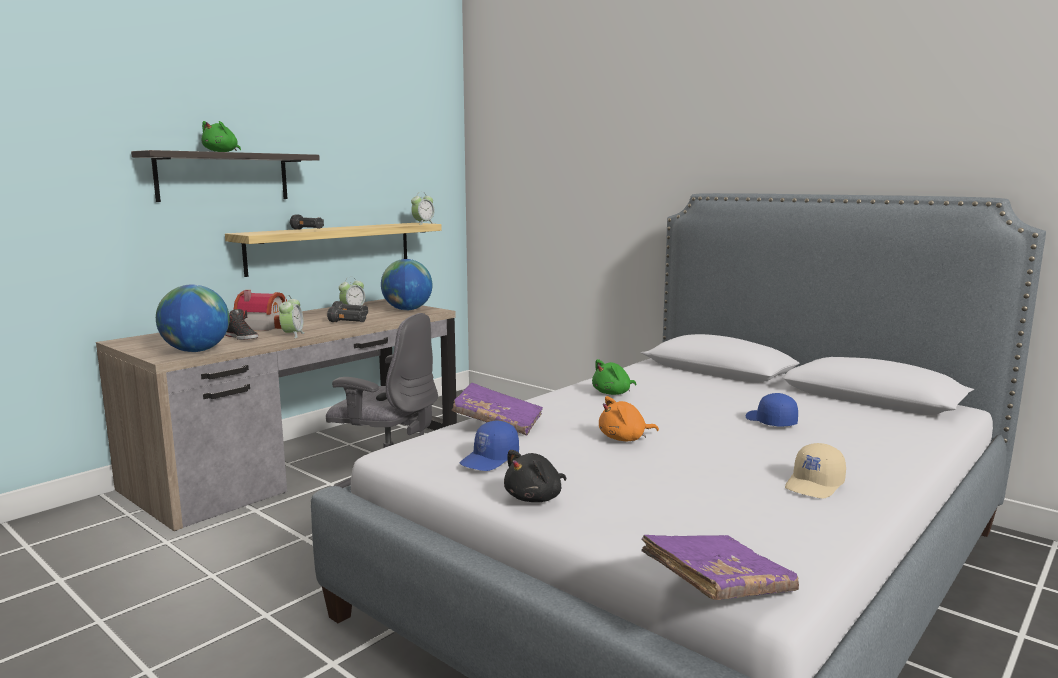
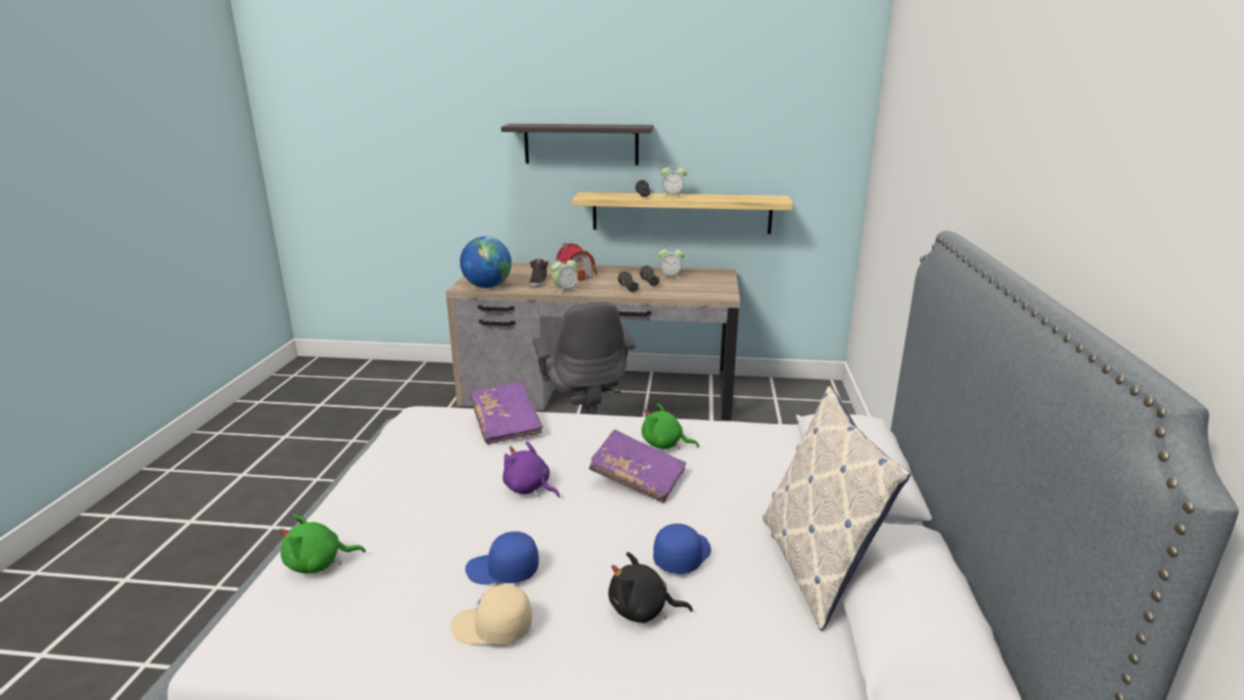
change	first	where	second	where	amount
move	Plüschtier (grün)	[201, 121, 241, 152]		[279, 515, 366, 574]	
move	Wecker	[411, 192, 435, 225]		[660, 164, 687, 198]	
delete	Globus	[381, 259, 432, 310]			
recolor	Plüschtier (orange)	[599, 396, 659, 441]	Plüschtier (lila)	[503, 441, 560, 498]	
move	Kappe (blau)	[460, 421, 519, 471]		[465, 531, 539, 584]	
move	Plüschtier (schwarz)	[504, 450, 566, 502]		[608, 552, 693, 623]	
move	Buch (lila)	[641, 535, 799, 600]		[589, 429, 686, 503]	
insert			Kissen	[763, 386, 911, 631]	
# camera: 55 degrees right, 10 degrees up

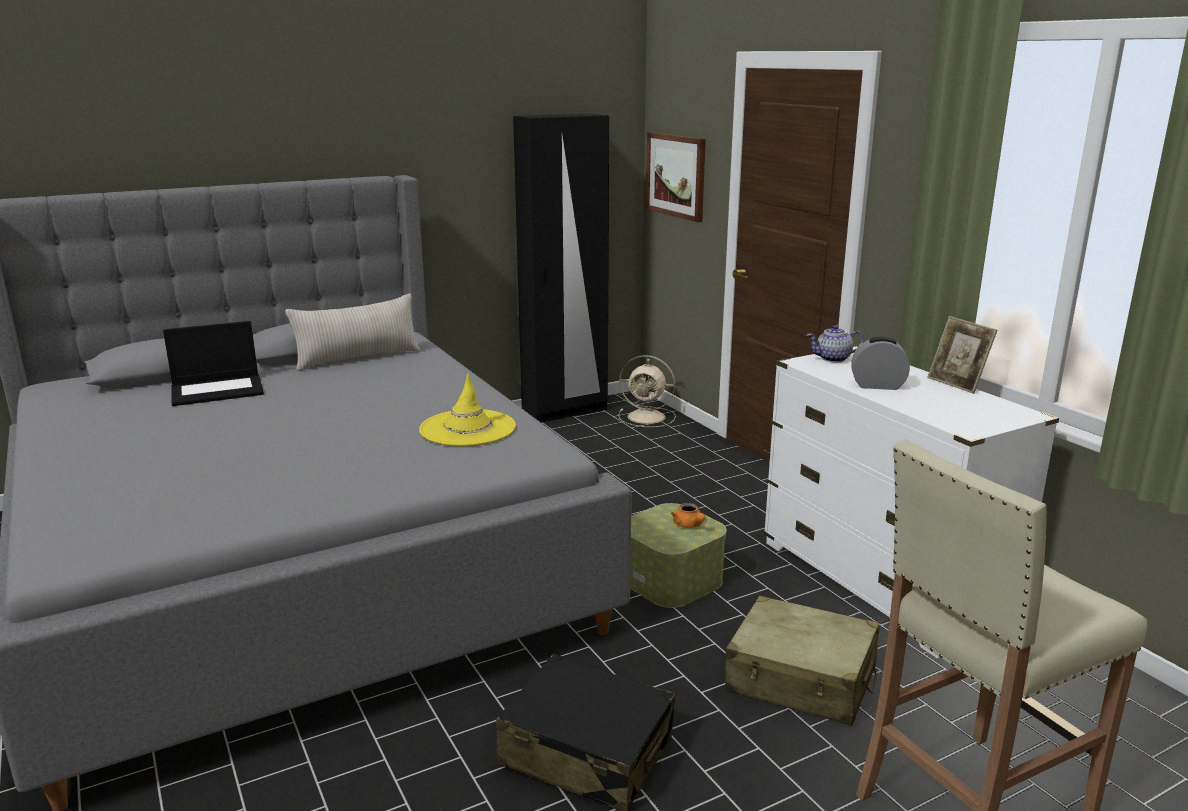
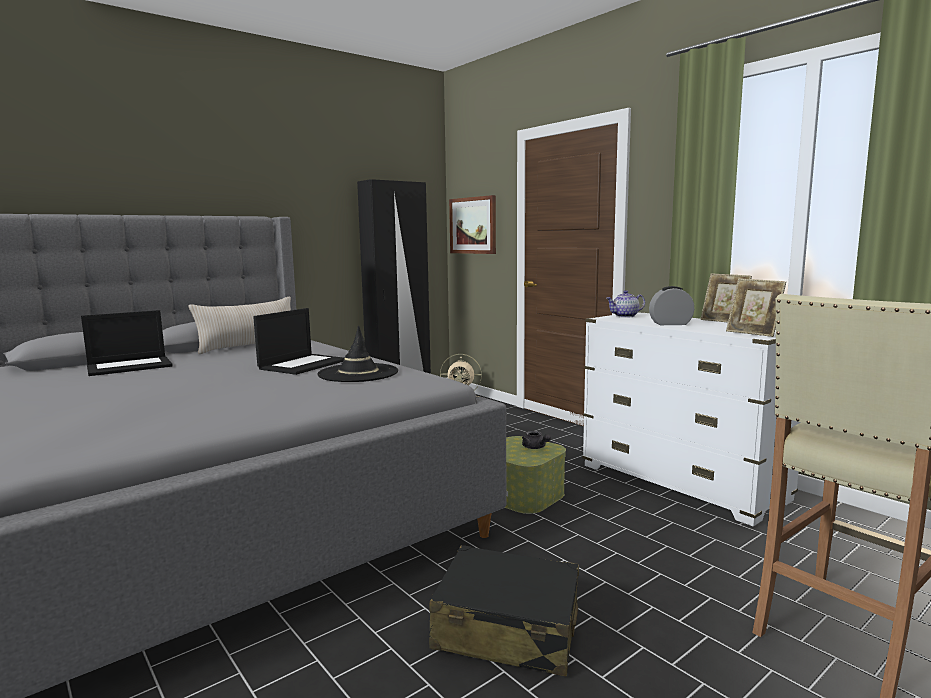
change	first	where	second	where	amount
recolor	Hut (gelb)	[419, 373, 516, 446]	Hut (schwarz)	[317, 325, 398, 382]	
recolor	Teekanne (orange)	[671, 503, 705, 528]	Teekanne (grau)	[522, 431, 551, 449]	
delete	Koffer (beige)	[725, 596, 879, 726]			
insert			Bilderrahmen	[726, 278, 786, 337]	
insert			Laptop	[253, 308, 344, 375]	
# camera: 10 degrees left, 10 degrees down

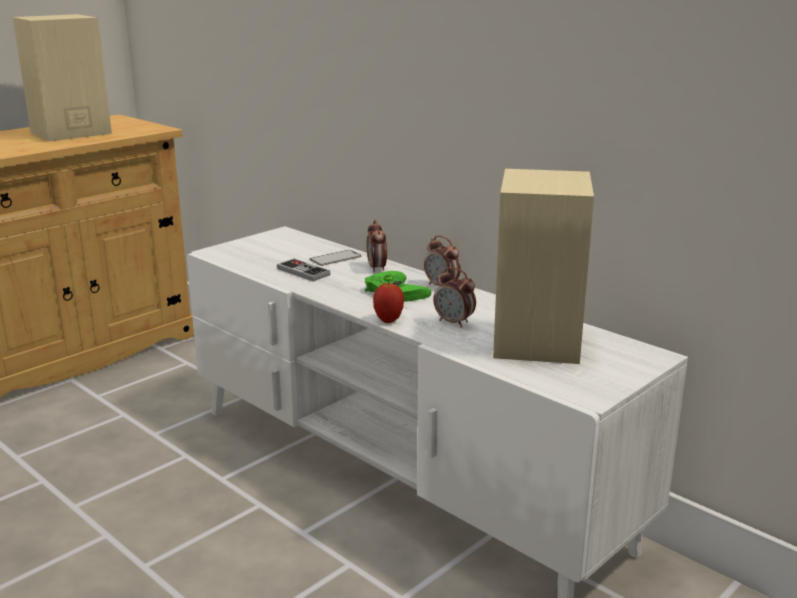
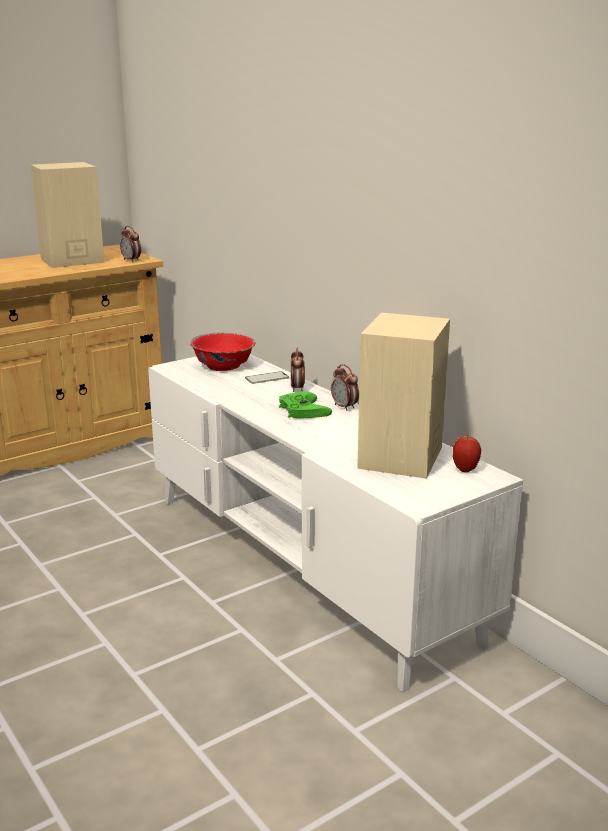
change	first	where	second	where	amount
delete	Gamepad	[277, 259, 330, 281]			
move	Wecker	[433, 267, 476, 328]		[120, 226, 141, 262]	
move	Apfel	[373, 281, 404, 323]		[453, 436, 481, 472]	
insert			Schüssel (rot)	[190, 332, 256, 371]	
# camera: 10 degrees right, 0 degrees up

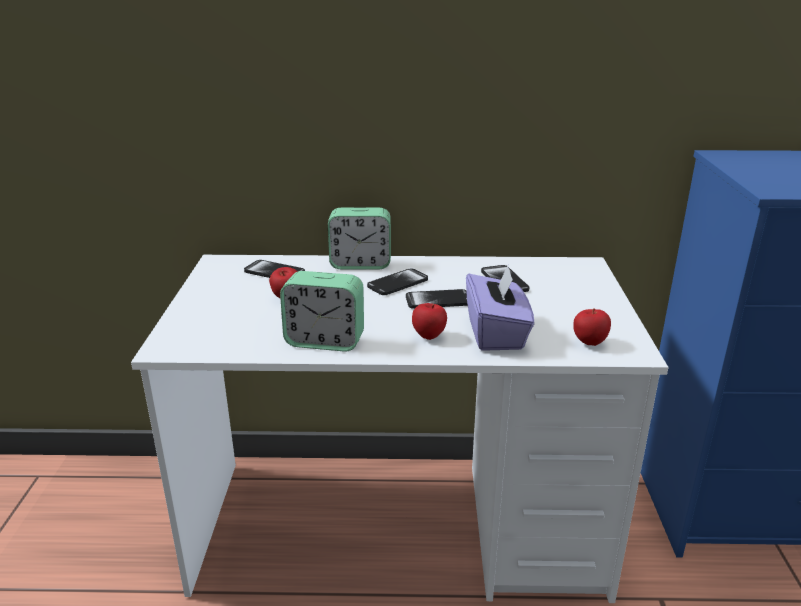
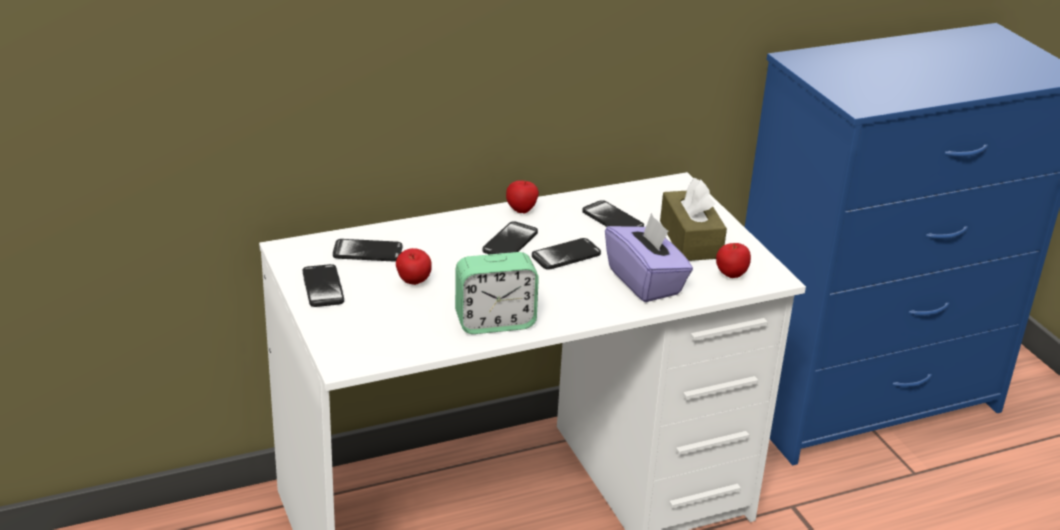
change	first	where	second	where	amount
delete	Wecker	[328, 208, 391, 269]			
move	Apfel	[412, 303, 447, 340]		[506, 181, 539, 213]	
insert			Taschentuchbox (braun)	[660, 178, 727, 261]	
insert			Handy	[303, 264, 344, 307]	
# camera: 25 degrees left, 5 degrees up

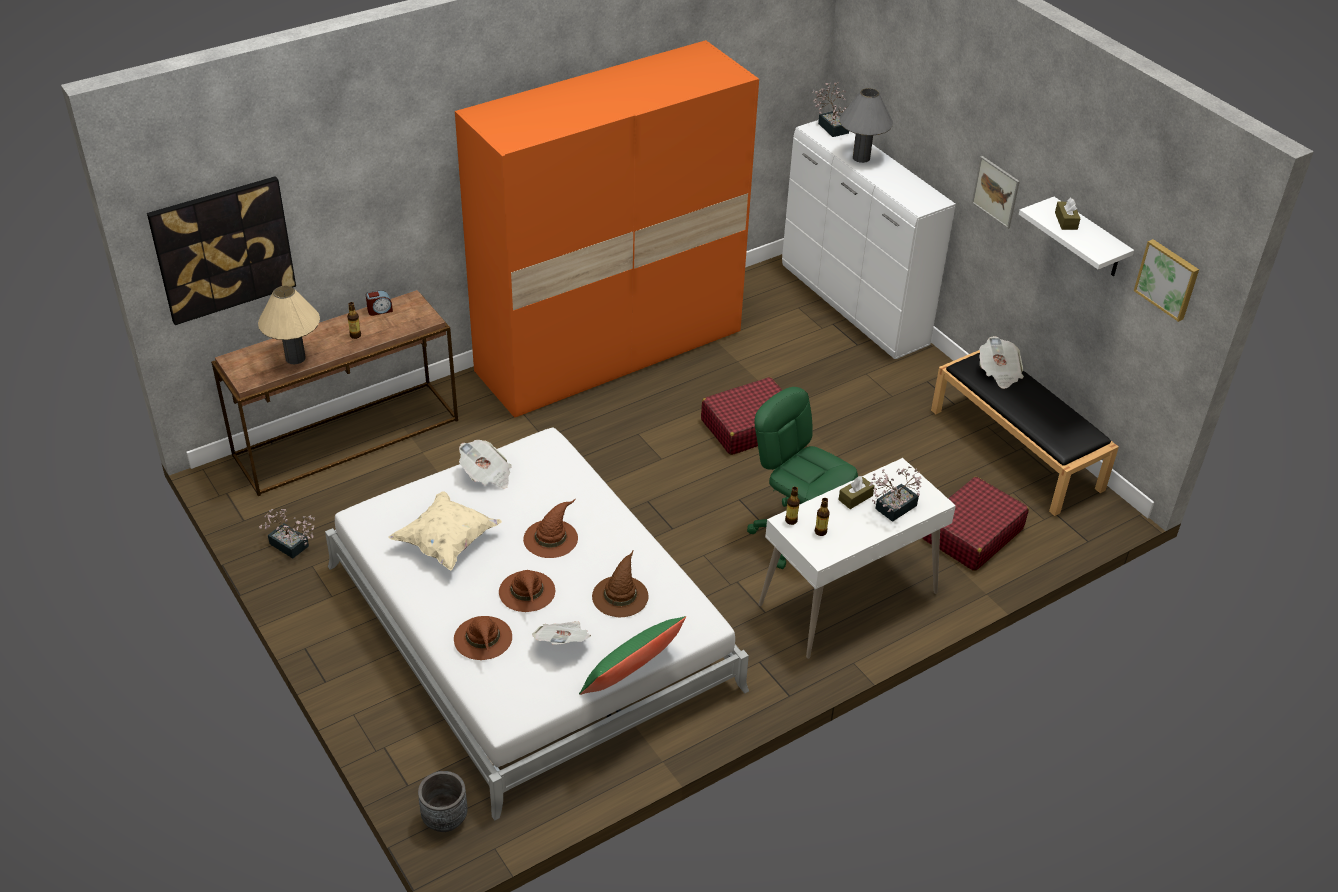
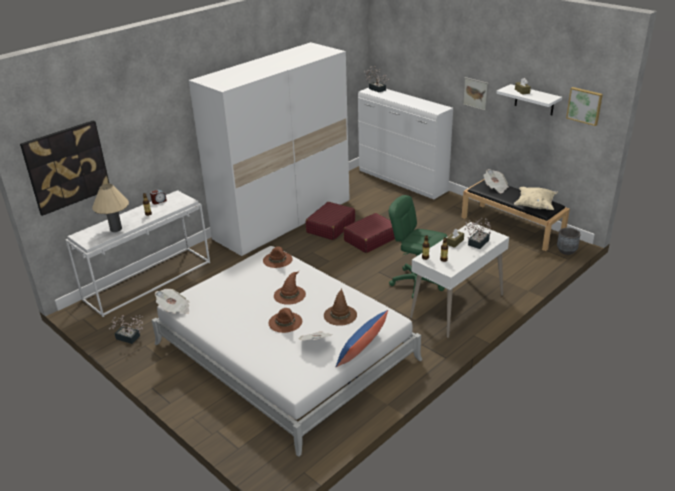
change	first	where	second	where	amount
recolor	Kleiderschrank (orange)	[455, 40, 759, 418]	Kleiderschrank (weiß)	[189, 42, 350, 256]	
delete	Tischlampe (grau)	[839, 88, 893, 163]			
recolor	Konsolentisch (braun)	[211, 290, 458, 496]	Konsolentisch (weiß)	[65, 190, 210, 317]	
move	Zeitung	[459, 440, 512, 488]		[155, 289, 189, 314]	
move	Koffer (rot)	[923, 477, 1029, 571]		[306, 202, 355, 240]	
move	Kissen (beige)	[389, 492, 502, 571]		[514, 186, 558, 210]	
move	Hut (braun)	[454, 616, 512, 660]		[263, 246, 293, 268]	
recolor	Kissen (grün)	[579, 616, 686, 695]	Kissen (blau)	[336, 310, 388, 367]	
move	Pflanzkübel (grau)	[418, 771, 468, 832]		[557, 228, 580, 255]	
# camera: 10 degrees left, 10 degrees down

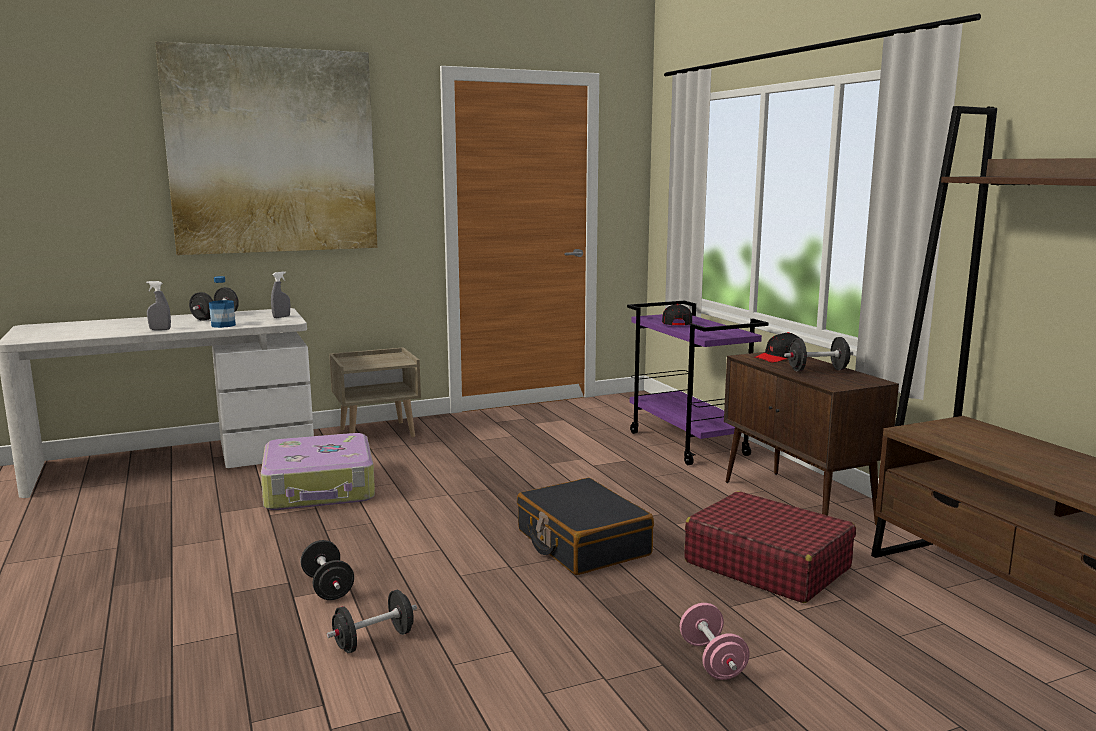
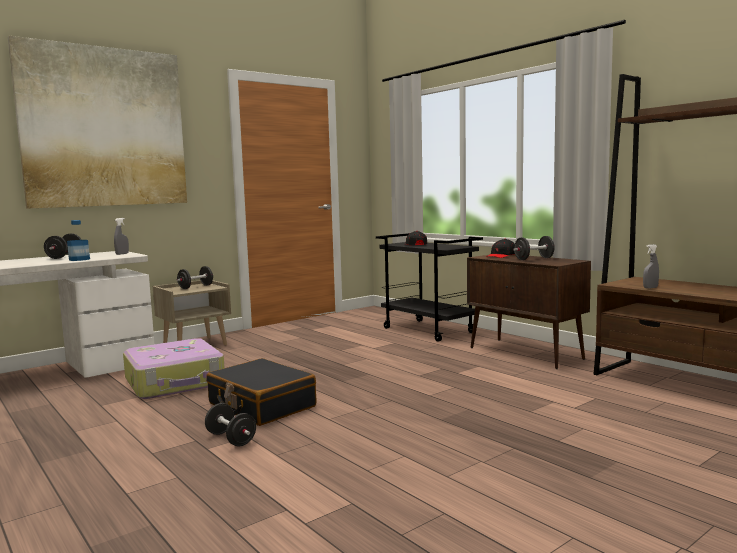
change	first	where	second	where	amount
move	Sprühflasche (grau)	[146, 281, 171, 330]		[643, 244, 659, 289]	
recolor	Rollwagen (lila)	[627, 300, 768, 465]	Rollwagen (schwarz)	[376, 233, 483, 342]	
move	Koffer (schwarz)	[517, 478, 654, 575]		[206, 358, 316, 426]	
delete	Koffer (rot)	[684, 491, 856, 603]			
move	Hantel (schwarz)	[327, 590, 417, 653]		[177, 266, 213, 289]	
delete	Hantel (rosa)	[680, 603, 750, 680]			
# camera: 15 degrees left, 5 degrees down

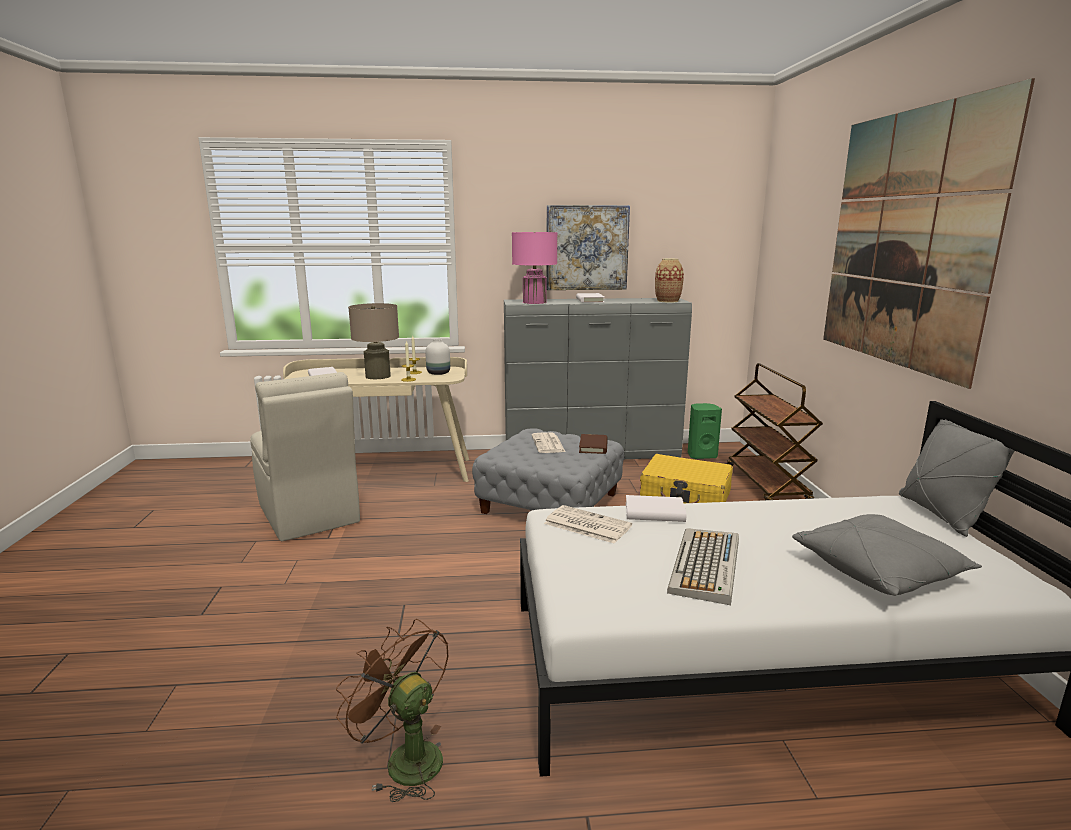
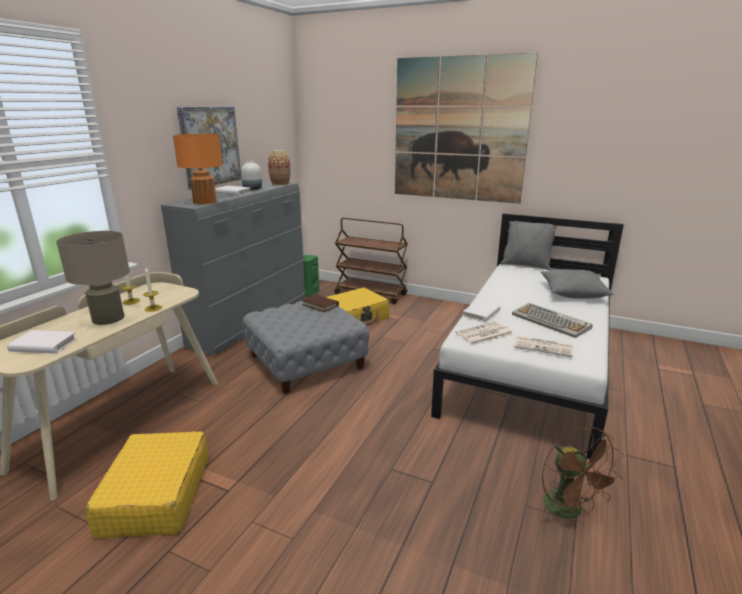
change	first	where	second	where	amount
recolor	Tischlampe (rosa)	[512, 232, 557, 304]	Tischlampe (orange)	[173, 134, 223, 204]	
move	Vase (weiß)	[425, 339, 450, 375]		[241, 161, 262, 190]	
replace	Stuhl (beige)	[250, 372, 360, 541]	Koffer (gelb)	[85, 431, 208, 538]	
move	Zeitung	[531, 432, 566, 453]		[514, 336, 573, 357]	
rotate	Ventilator (braun)	[336, 619, 448, 802]		[542, 427, 624, 524]	90 degrees counterclockwise
# camera: 60 degrees left, 5 degrees up

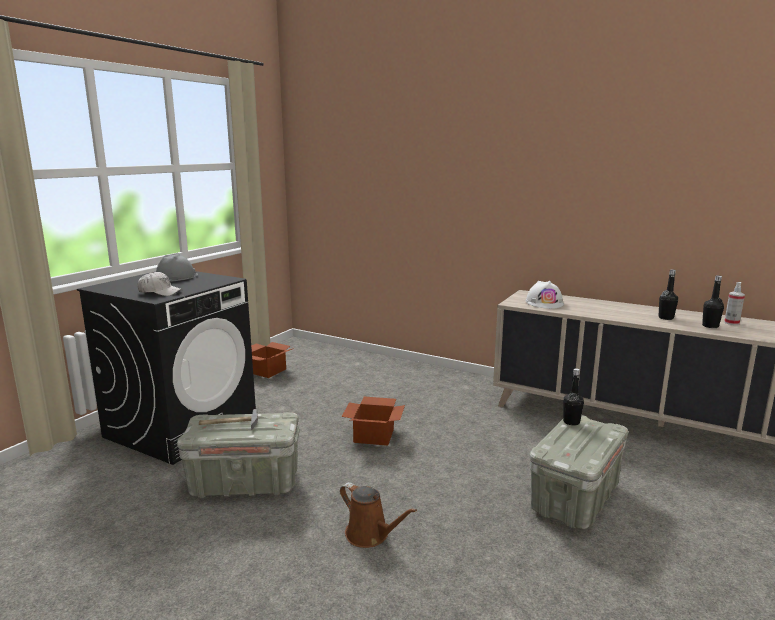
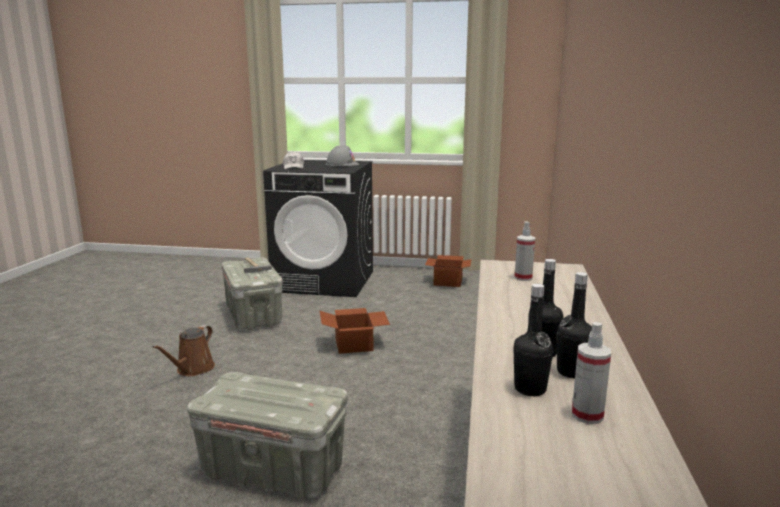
change	first	where	second	where	amount
replace	Schutzhelm (weiß)	[526, 281, 564, 309]	Sprühflasche	[515, 221, 535, 281]	
move	Flasche (schwarz)	[563, 368, 584, 426]		[557, 272, 592, 379]	
# camera: 70 degrees right, 0 degrees up

